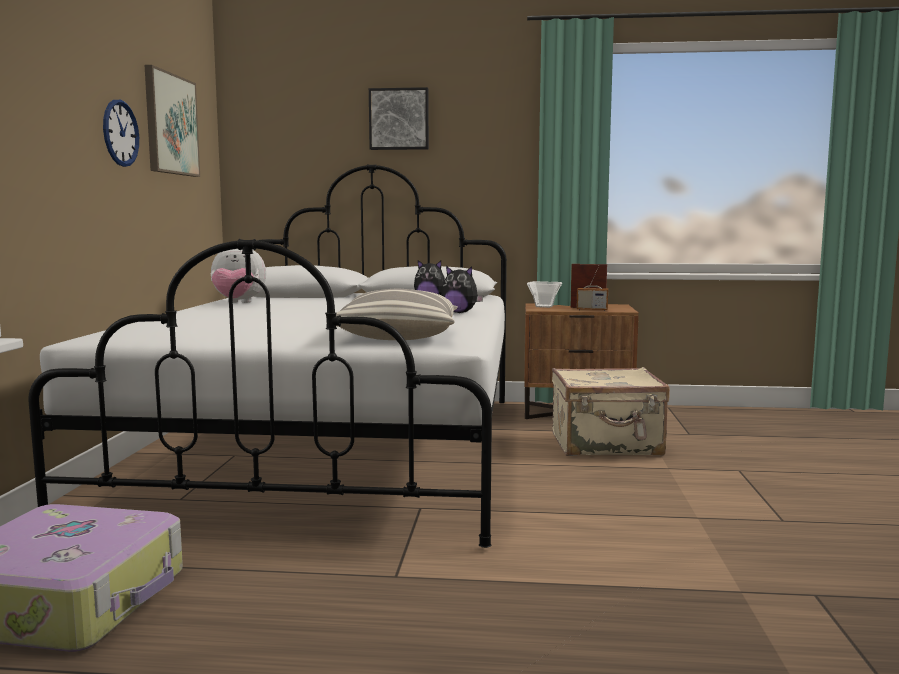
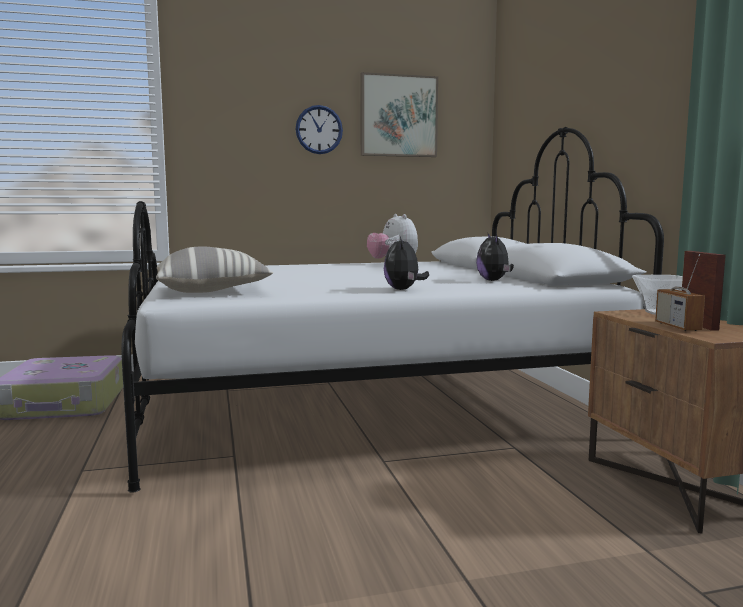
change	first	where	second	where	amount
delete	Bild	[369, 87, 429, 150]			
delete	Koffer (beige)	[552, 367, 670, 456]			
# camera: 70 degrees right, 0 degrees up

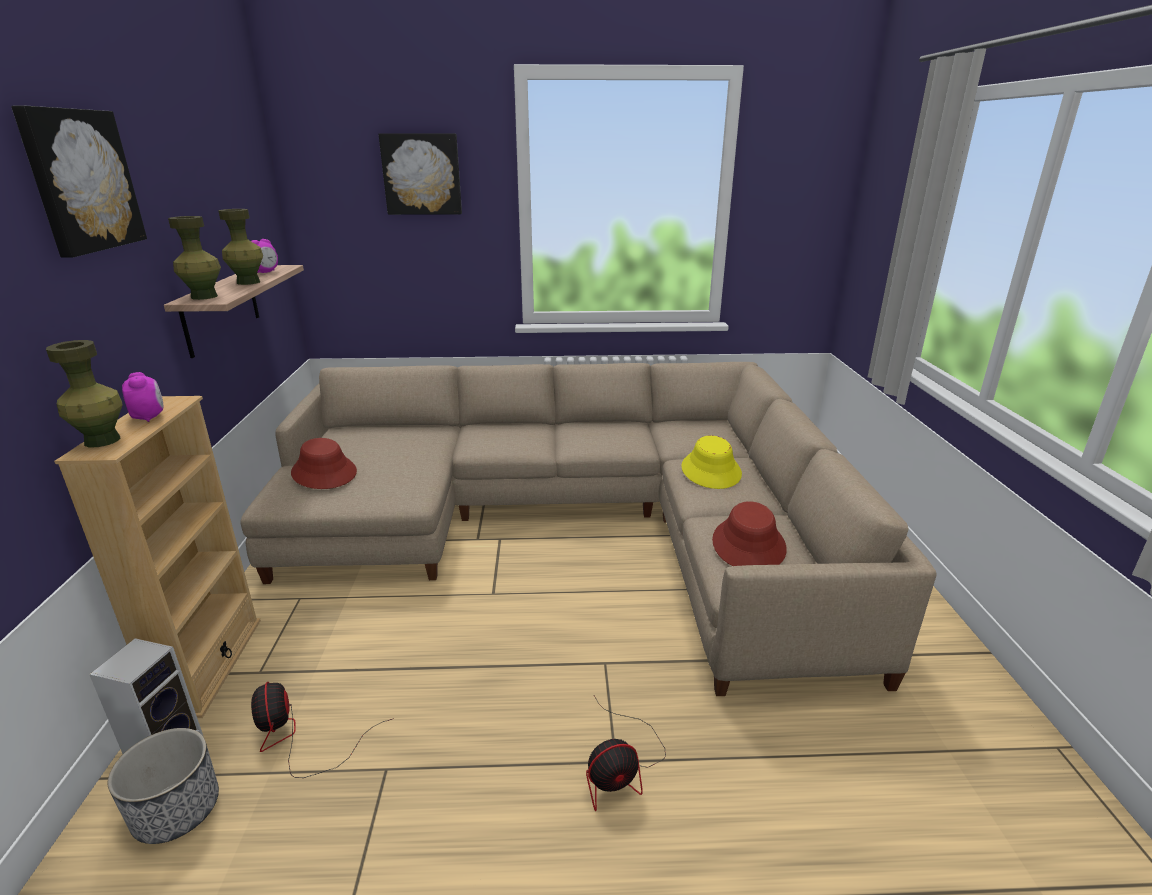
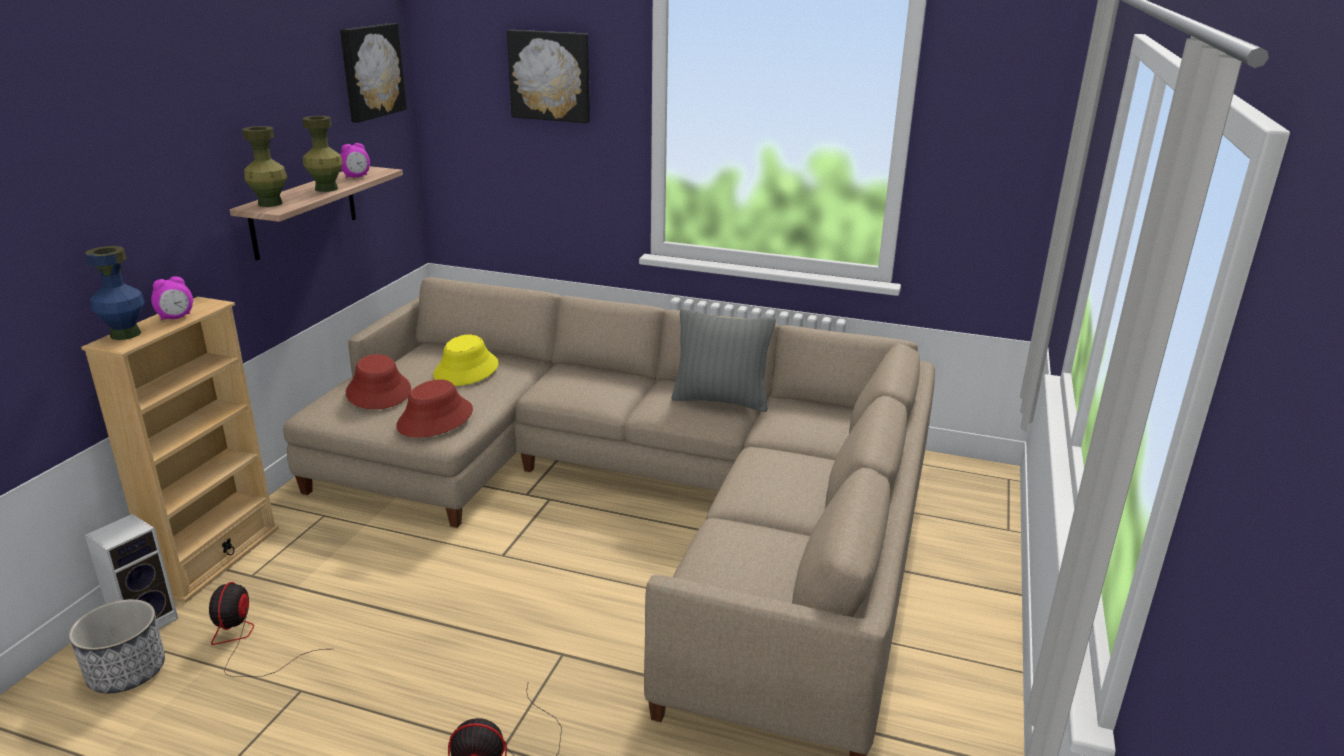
change	first	where	second	where	amount
move	Bild	[11, 106, 147, 258]		[340, 23, 407, 123]	
recolor	Vase (grün)	[46, 340, 122, 448]	Vase (blau)	[85, 246, 145, 340]	
rotate	Wecker	[122, 372, 163, 422]		[151, 276, 193, 320]	60 degrees clockwise
move	Hut (gelb)	[681, 435, 742, 489]		[433, 335, 499, 386]	
move	Hut (rot)	[712, 501, 787, 566]		[396, 379, 473, 438]	
insert			Kissen (grau)	[672, 309, 776, 412]	
# camera: 20 degrees right, 0 degrees up

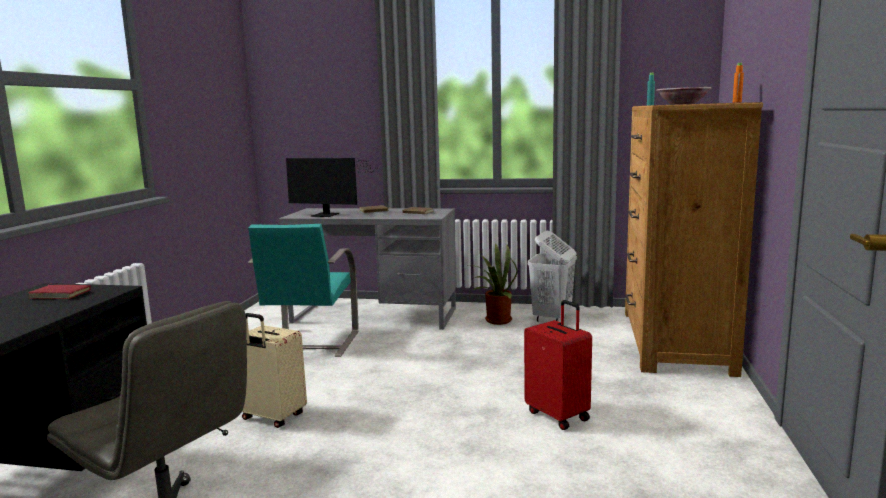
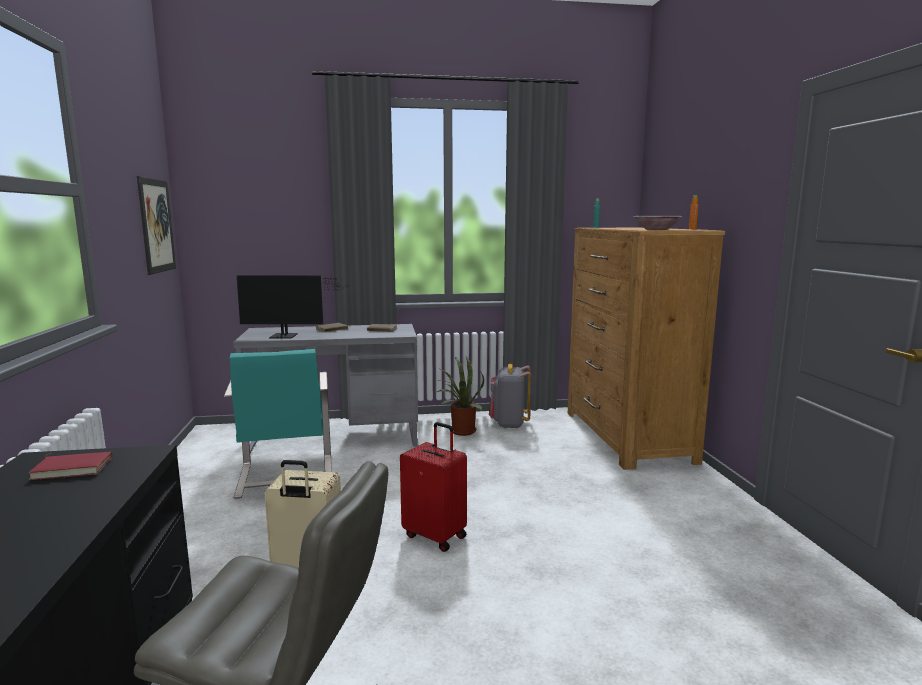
change	first	where	second	where	amount
replace	Wäschekorb (weiß)	[528, 230, 577, 322]	Rucksack (grau)	[489, 364, 532, 429]	
move	Koffer (rot)	[524, 300, 592, 430]		[400, 422, 467, 552]	
insert			Bild	[137, 176, 176, 275]	
# camera: 20 degrees left, 0 degrees up

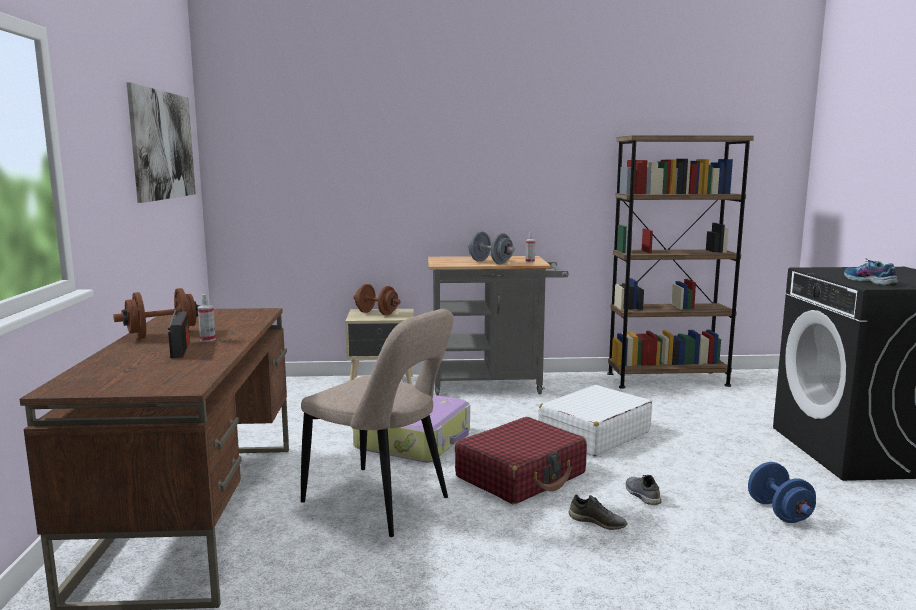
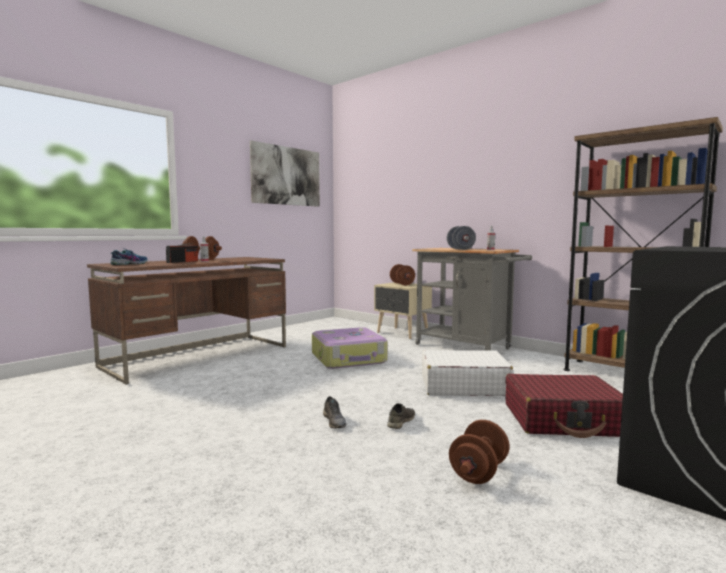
change	first	where	second	where	amount
move	Schuh	[844, 259, 898, 286]		[111, 249, 148, 265]	
delete	Stuhl (beige)	[301, 309, 454, 537]			
move	Koffer (rot)	[455, 417, 587, 504]		[505, 374, 623, 438]	
recolor	Hantel (blau)	[748, 462, 816, 523]	Hantel (braun)	[449, 420, 510, 484]	
# camera: 45 degrees right, 5 degrees down

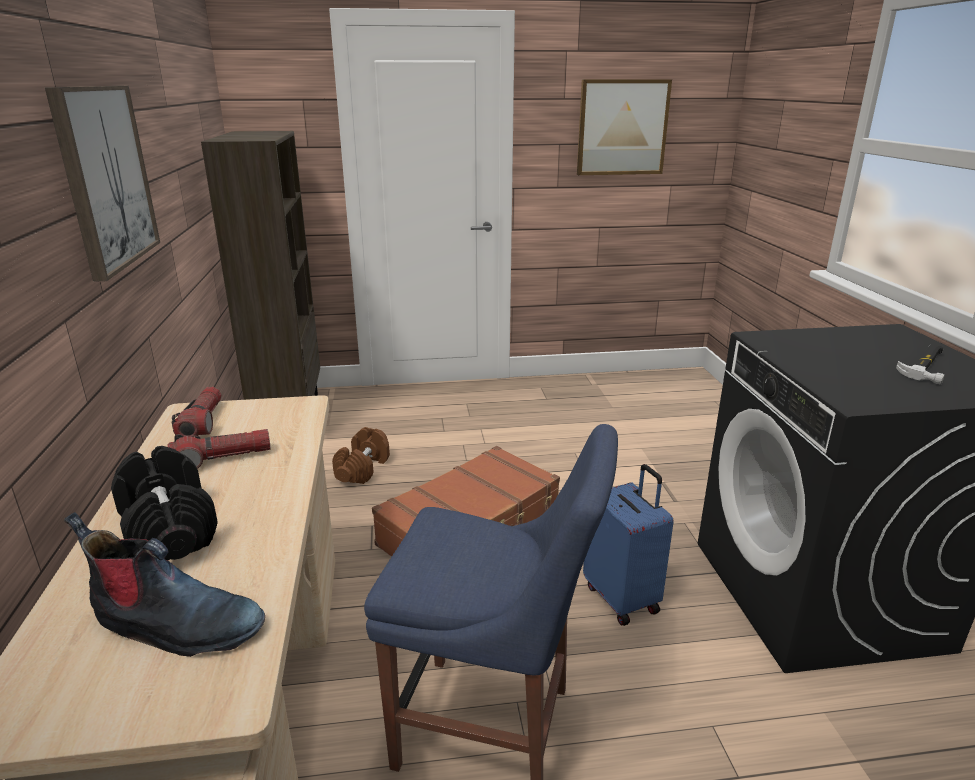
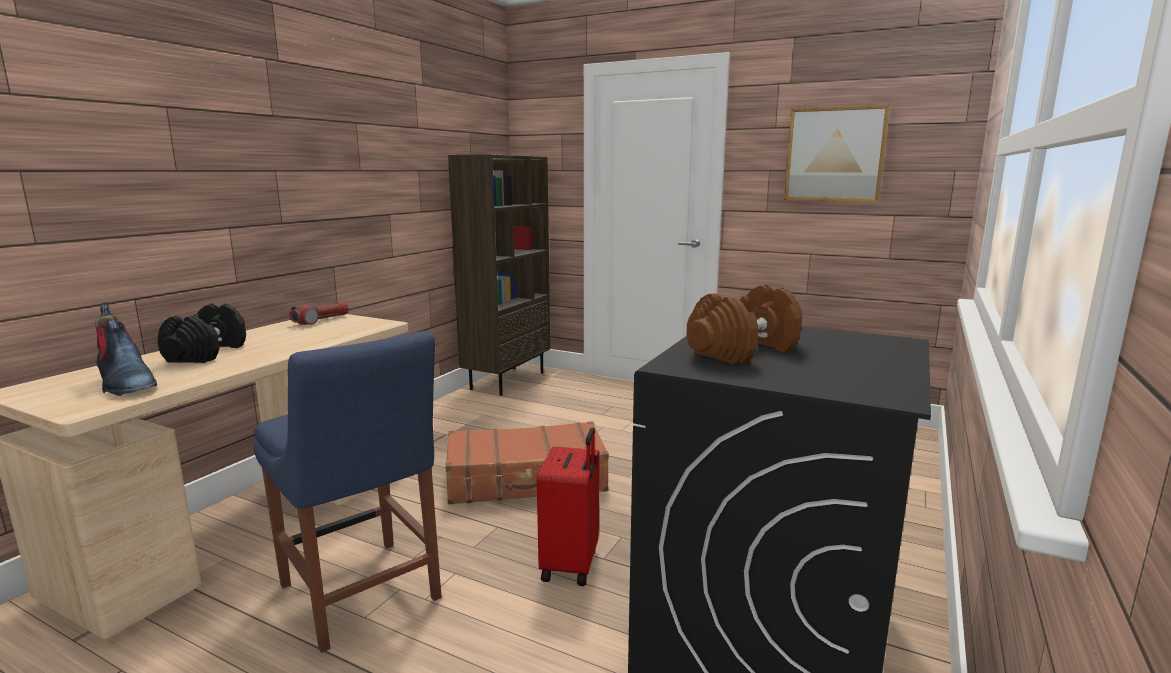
change	first	where	second	where	amount
delete	Bild	[45, 86, 160, 282]			
delete	Hammer	[896, 345, 945, 385]			
move	Hantel (braun)	[332, 427, 390, 484]		[686, 285, 802, 364]	
delete	Taschenlampe	[168, 429, 271, 469]			
recolor	Koffer (blau)	[583, 464, 674, 626]	Koffer (rot)	[537, 428, 599, 586]	
# camera: 35 degrees right, 10 degrees down

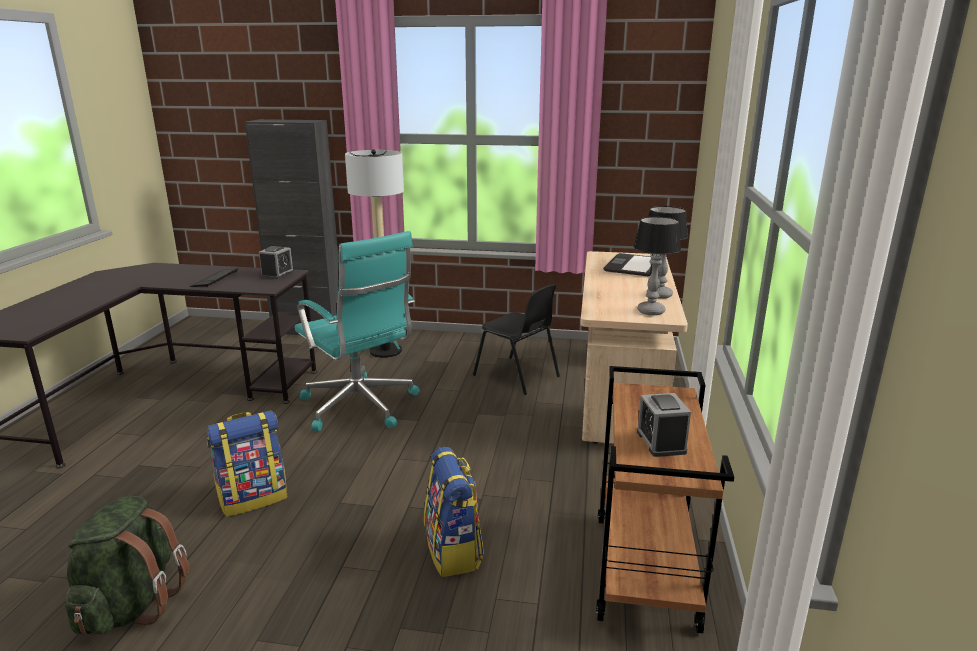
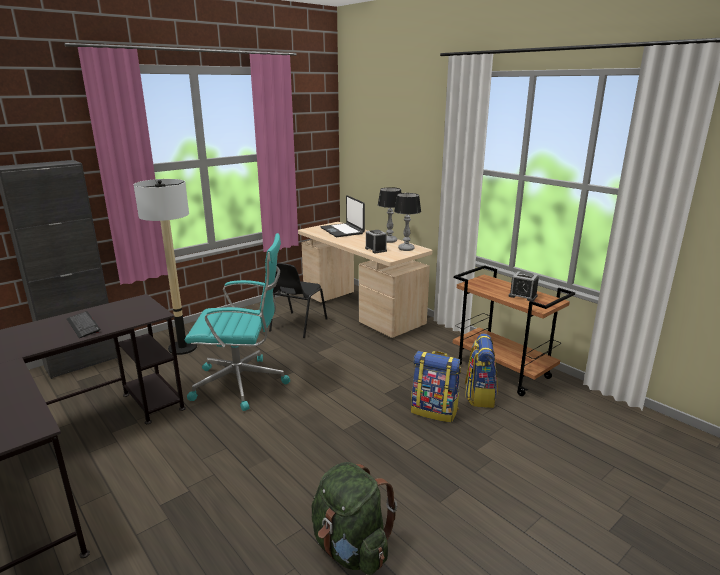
change	first	where	second	where	amount
move	Wecker	[259, 246, 294, 279]		[365, 230, 387, 253]	
rotate	Stuhl (schwarz)	[473, 284, 560, 395]		[269, 263, 328, 338]	120 degrees clockwise
move	Rucksack	[207, 411, 287, 517]		[465, 333, 498, 408]	
# camera: 50 degrees left, 0 degrees up

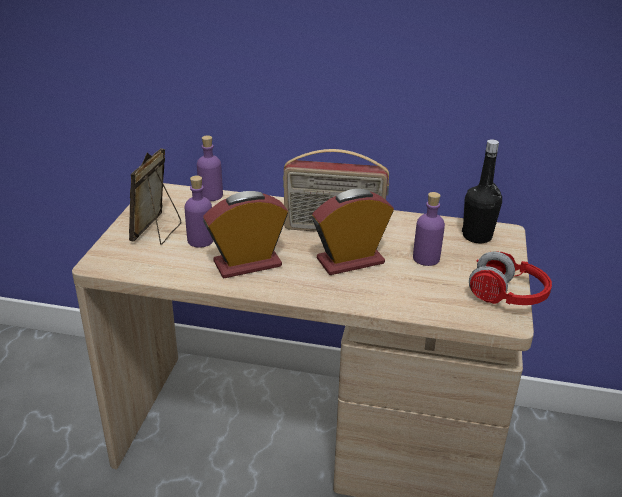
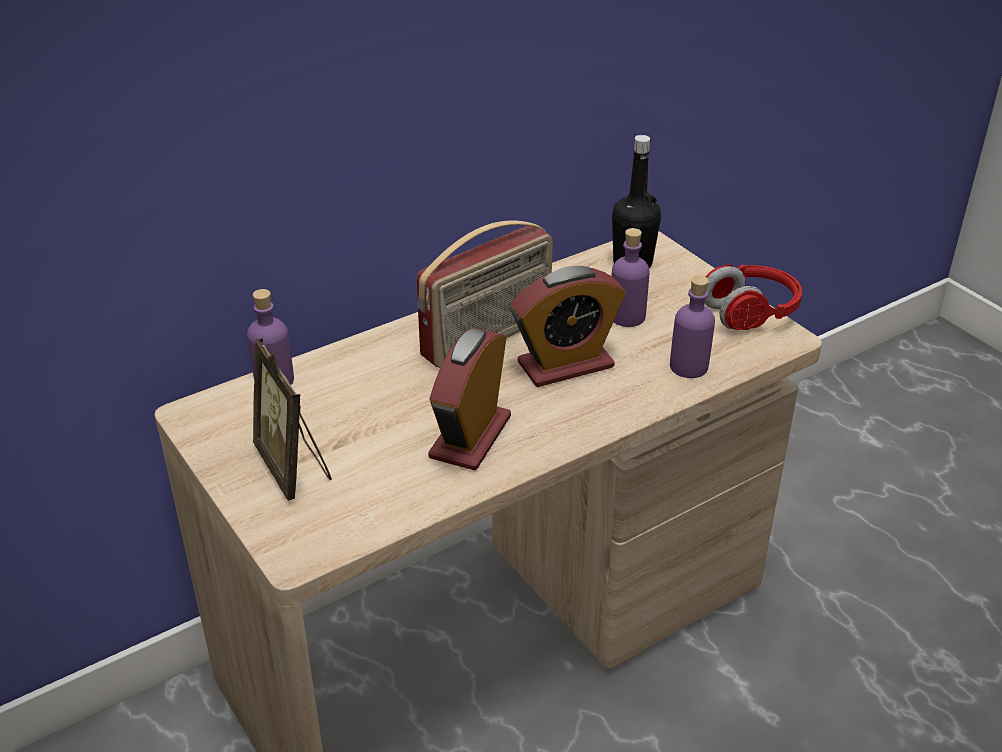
change	first	where	second	where	amount
move	Flasche (lila)	[185, 176, 213, 248]		[670, 276, 715, 378]	
rotate	Wecker	[312, 189, 394, 275]		[510, 266, 626, 387]	135 degrees counterclockwise
# camera: 45 degrees left, 5 degrees up

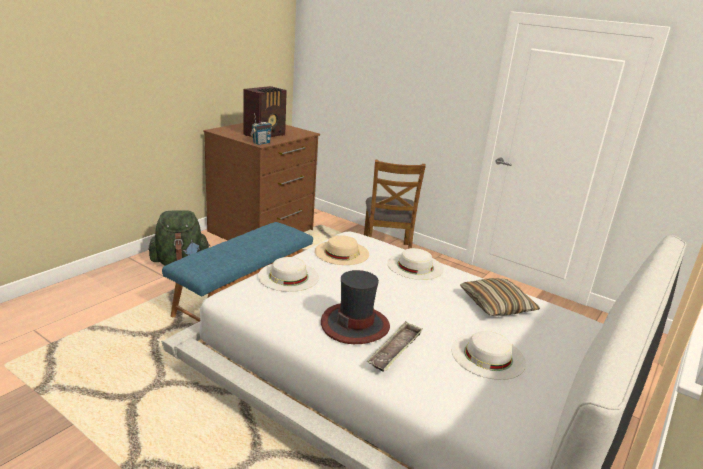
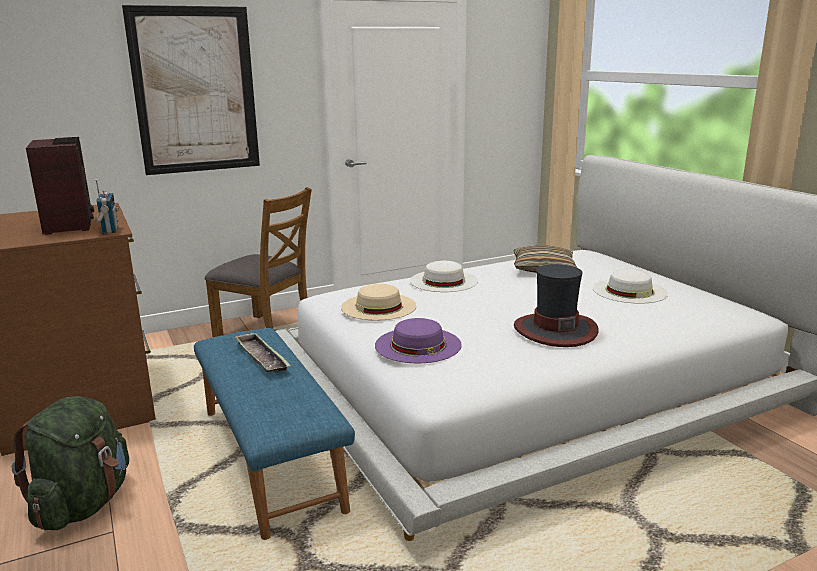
change	first	where	second	where	amount
recolor	Hut (weiß)	[258, 257, 319, 292]	Hut (lila)	[375, 318, 462, 363]	
move	Tablett	[367, 321, 423, 372]		[234, 332, 291, 373]	
insert			Bild	[122, 5, 260, 175]	
# camera: 60 degrees left, 5 degrees down

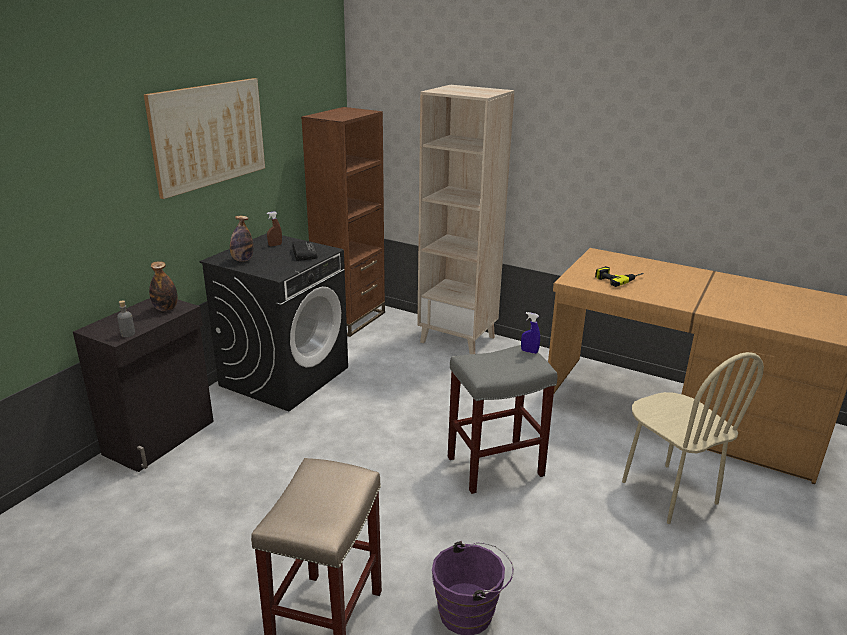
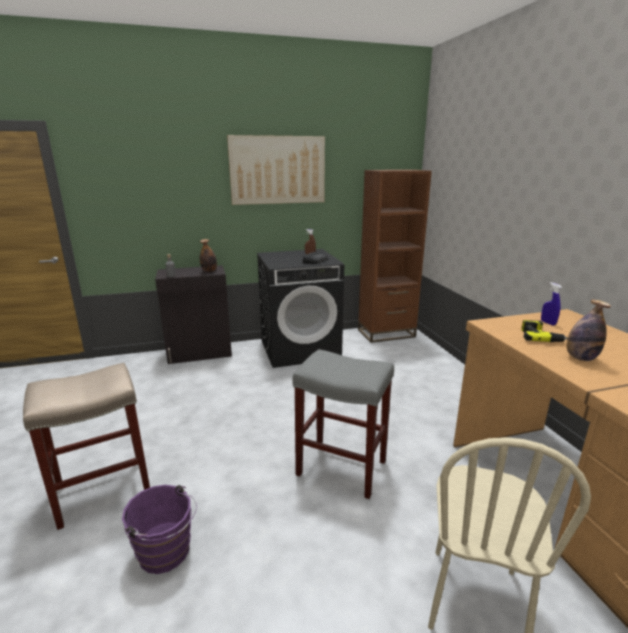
change	first	where	second	where	amount
delete	Bücherregal (beige)	[417, 85, 515, 354]			
move	Flasche	[230, 216, 253, 262]		[566, 300, 611, 361]	
move	Sprühflasche (blau)	[521, 312, 540, 354]		[541, 282, 562, 326]	
# camera: 45 degrees right, 5 degrees down

